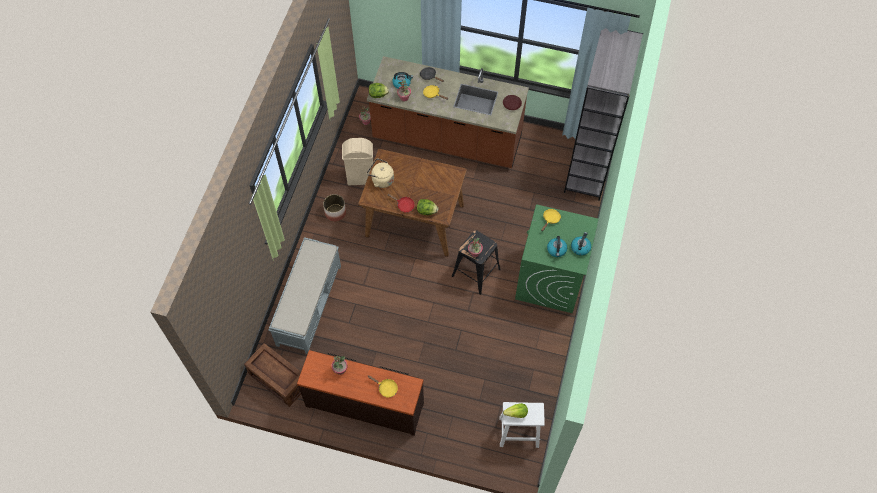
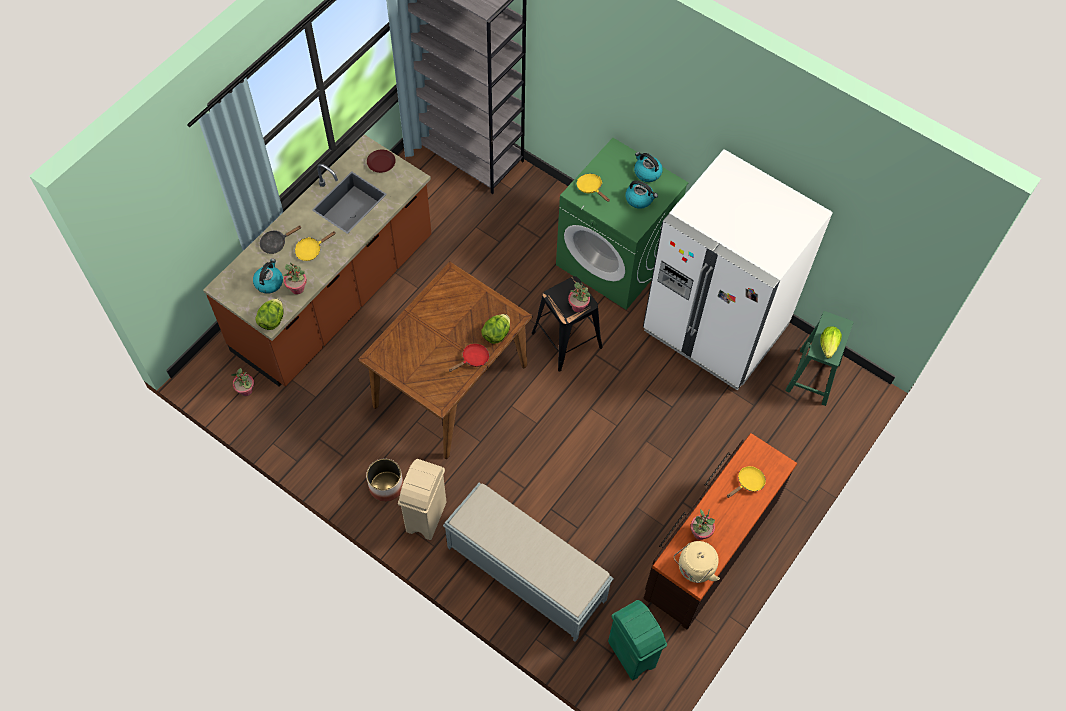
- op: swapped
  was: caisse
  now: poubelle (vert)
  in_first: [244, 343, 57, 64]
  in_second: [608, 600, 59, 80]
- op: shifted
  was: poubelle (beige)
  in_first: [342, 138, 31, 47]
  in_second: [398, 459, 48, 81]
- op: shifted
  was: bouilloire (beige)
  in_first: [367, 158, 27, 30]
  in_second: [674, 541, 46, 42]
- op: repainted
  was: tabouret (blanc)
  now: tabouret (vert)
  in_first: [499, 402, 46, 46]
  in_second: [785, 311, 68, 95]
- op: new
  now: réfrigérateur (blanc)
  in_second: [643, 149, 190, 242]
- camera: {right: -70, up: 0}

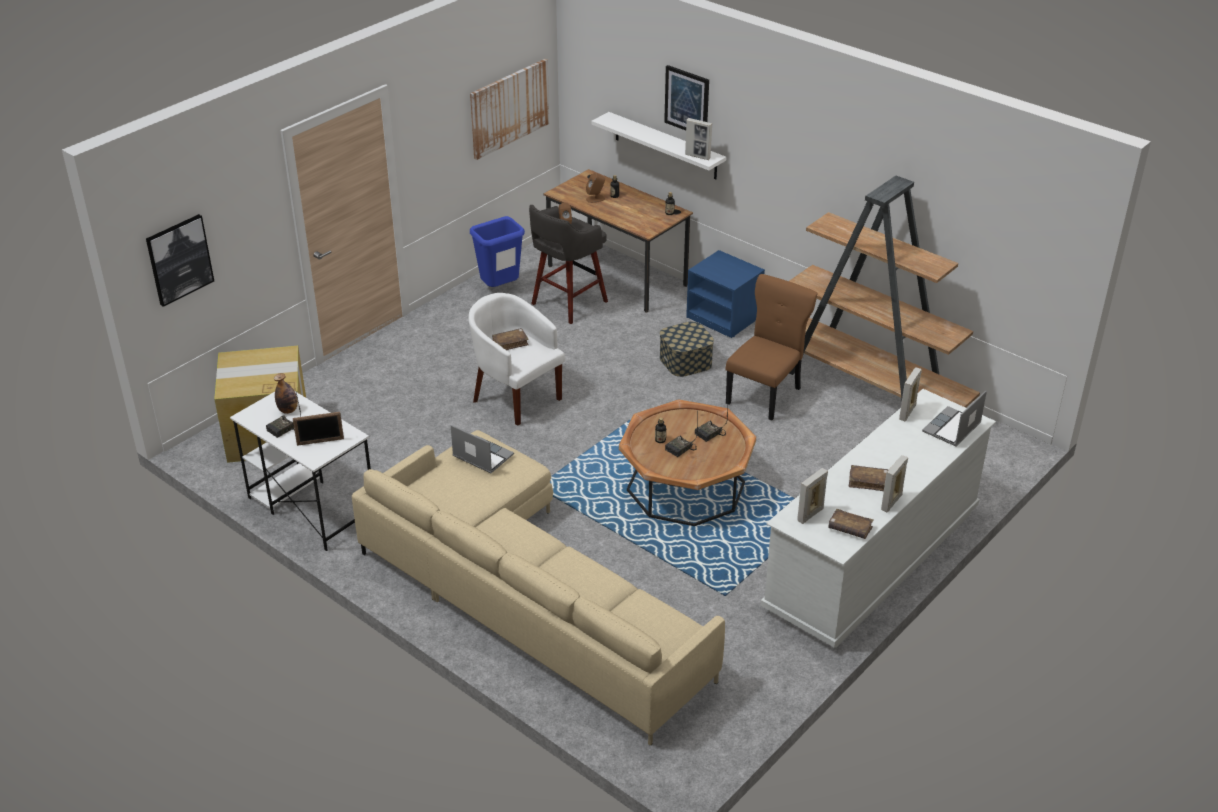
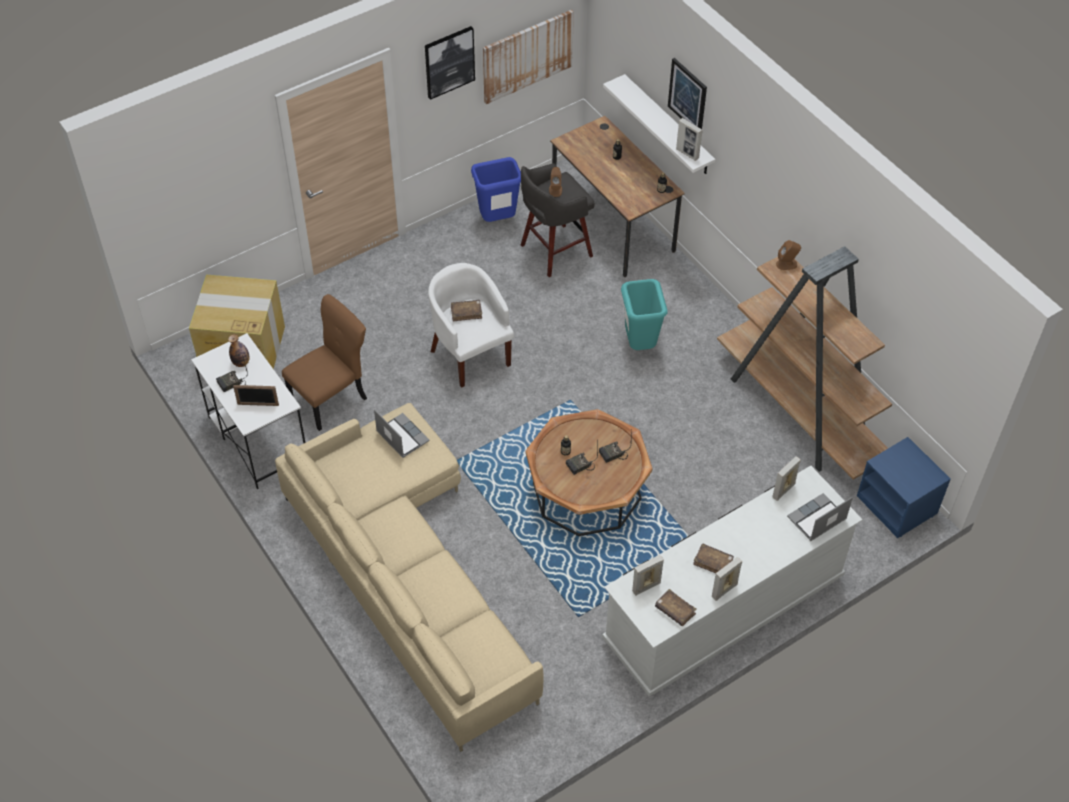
- op: shifted
  was: tableau
  in_first: [146, 214, 68, 93]
  in_second: [425, 26, 50, 74]
- op: shifted
  was: enceinte (marron)
  in_first: [586, 173, 19, 30]
  in_second: [776, 240, 25, 30]
- op: swapped
  was: boîte de rangement
  now: poubelle (turquoise)
  in_first: [660, 322, 54, 55]
  in_second: [621, 279, 47, 71]
- op: shifted
  was: table de chevet (bleu)
  in_first: [686, 250, 79, 88]
  in_second: [857, 437, 94, 102]
- op: shifted
  was: chaise (marron)
  in_first: [726, 274, 92, 147]
  in_second: [282, 294, 85, 137]
- camera: {right: 15, up: 15}

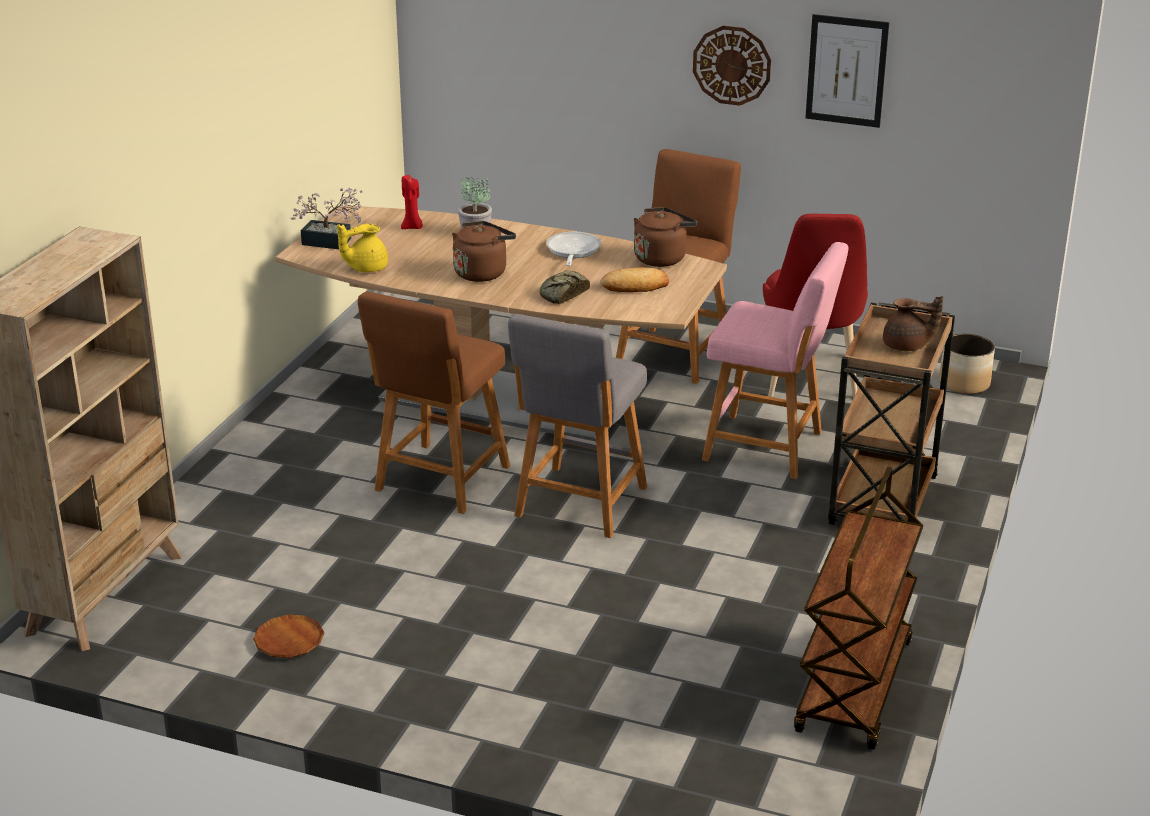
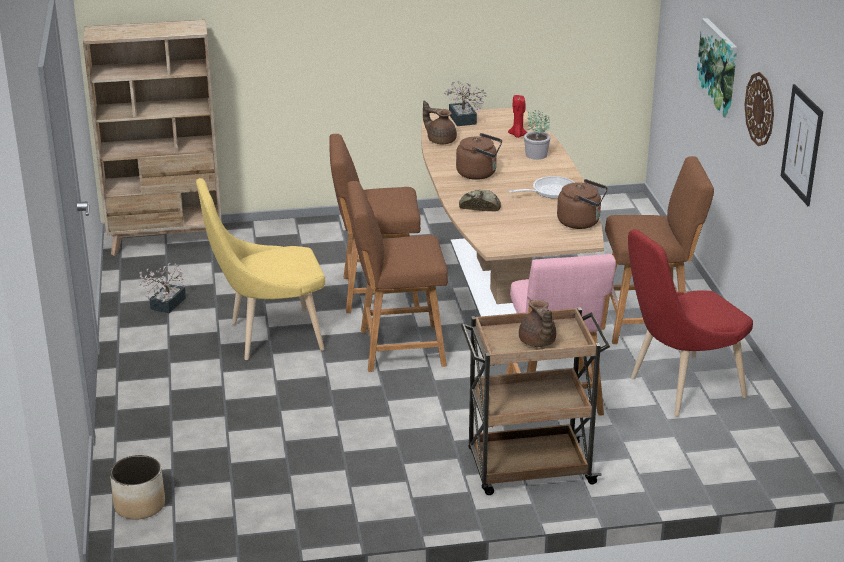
- op: swapped
  was: assiette (marron)
  now: plante en pot
  in_first: [253, 614, 72, 44]
  in_second: [139, 263, 47, 50]
- op: repainted
  was: théière (jaune)
  now: théière (marron)
  in_first: [337, 224, 51, 48]
  in_second: [423, 101, 34, 43]
- op: repainted
  was: tabouret (gris)
  now: tabouret (marron)
  in_first: [508, 314, 139, 224]
  in_second: [347, 181, 101, 191]
- op: gone
  was: pain
  in_first: [601, 267, 68, 25]
- op: gone
  was: chariot (marron)
  in_first: [794, 467, 129, 283]
- op: shifted
  was: cache-pot
  in_first: [939, 334, 56, 60]
  in_second: [110, 455, 55, 64]
- op: new
  now: chaise (jaune)
  in_second: [196, 178, 129, 182]
- op: new
  now: tableau
  in_second: [695, 18, 42, 100]
- camera: {right: 60, up: 0}

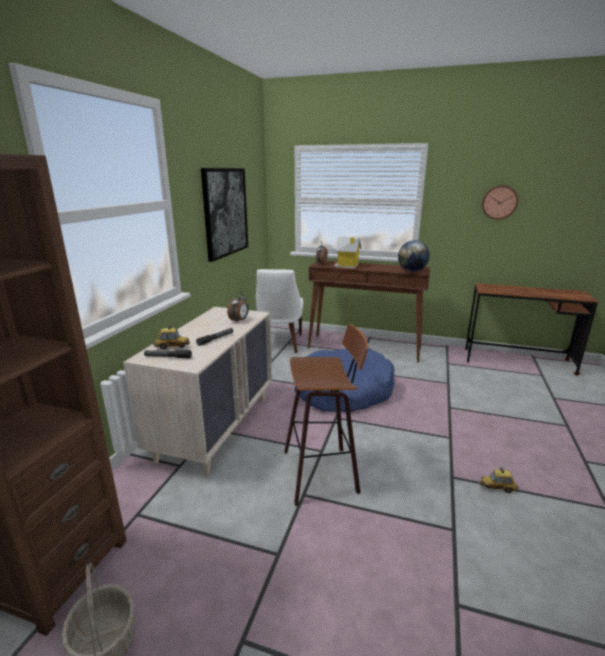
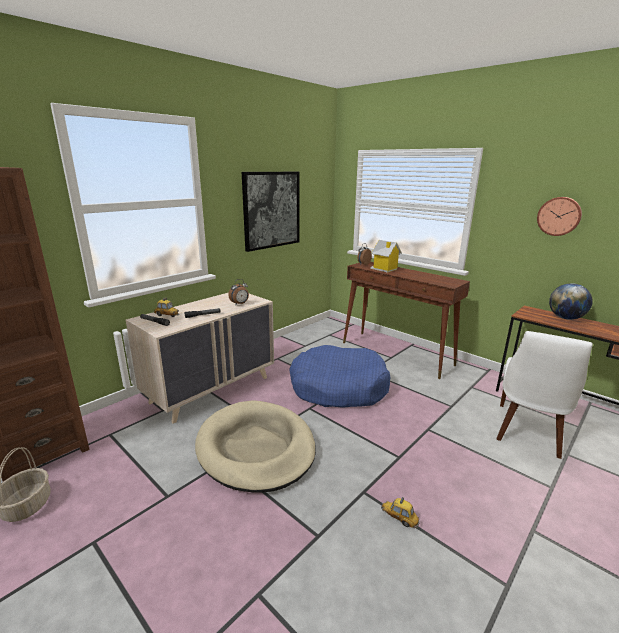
- op: shifted
  was: chaise (blanc)
  in_first: [256, 269, 47, 84]
  in_second: [496, 331, 97, 128]
- op: swapped
  was: tabouret
  now: panier pour chien (beige)
  in_first: [284, 324, 85, 182]
  in_second: [195, 400, 121, 93]
- op: shifted
  was: globe
  in_first: [398, 240, 32, 32]
  in_second: [549, 283, 44, 37]
- camera: {right: 25, up: 0}

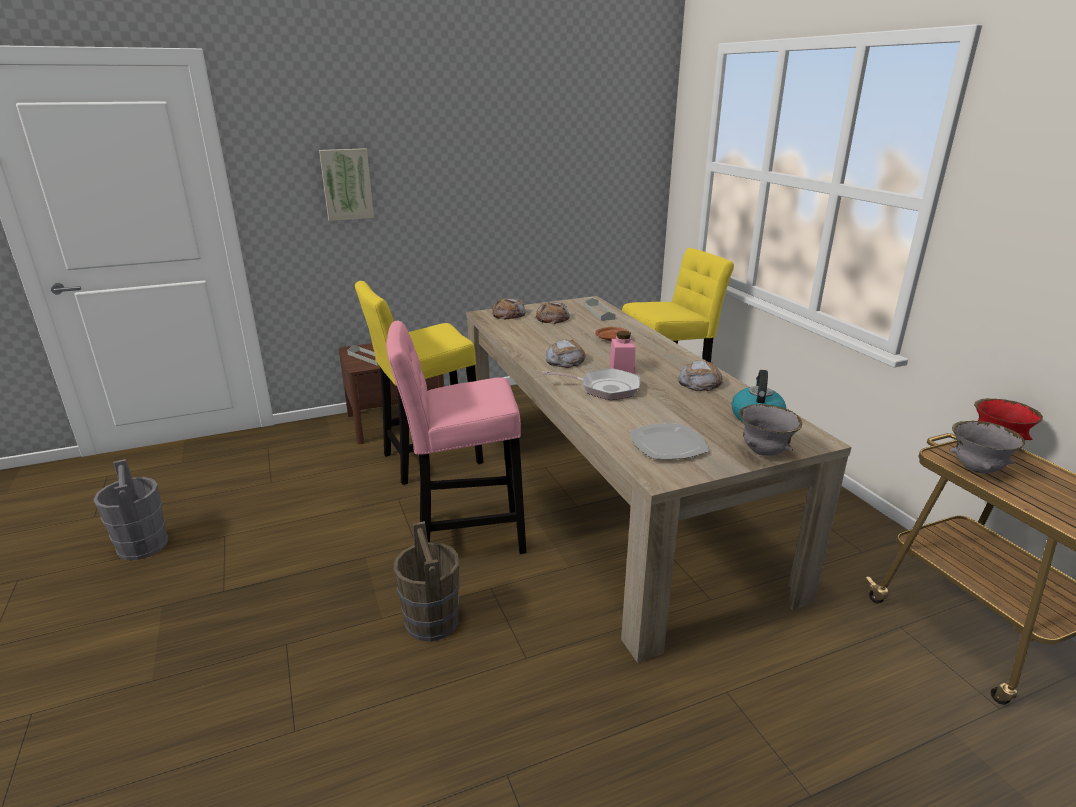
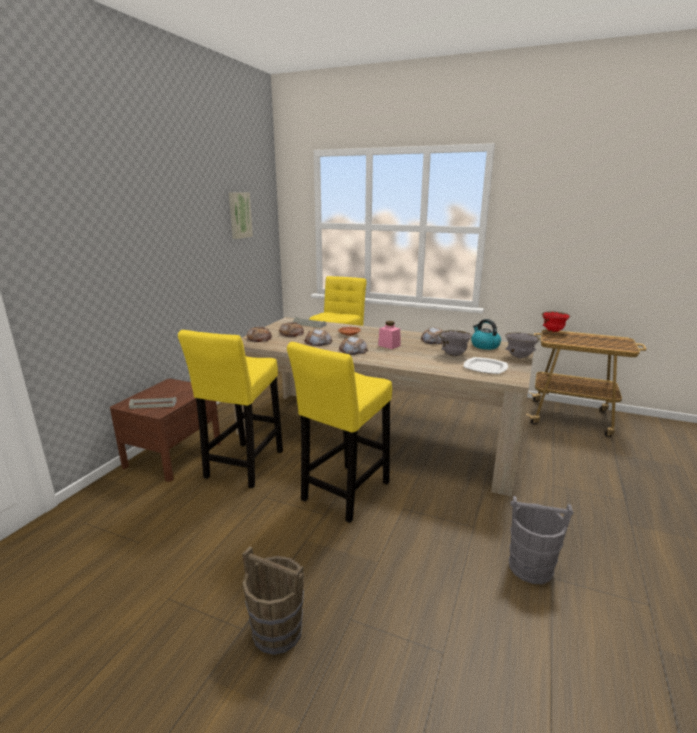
- op: shifted
  was: seau (gris)
  in_first: [93, 459, 76, 101]
  in_second: [509, 496, 64, 88]
- op: shifted
  was: tableau
  in_first: [319, 148, 55, 73]
  in_second: [229, 192, 24, 47]
- op: repainted
  was: tabouret (rose)
  now: tabouret (jaune)
  in_first: [386, 321, 141, 233]
  in_second: [287, 342, 105, 181]
- op: shifted
  was: seau (marron)
  in_first: [394, 521, 65, 121]
  in_second: [242, 546, 62, 109]
- op: gone
  was: poêle
  in_first: [542, 368, 98, 32]
- op: shifted
  was: bol (gris)
  in_first: [949, 421, 76, 52]
  in_second: [439, 330, 33, 26]
- op: new
  now: pain
  in_second: [304, 329, 29, 17]
- camera: {right: -45, up: -5}

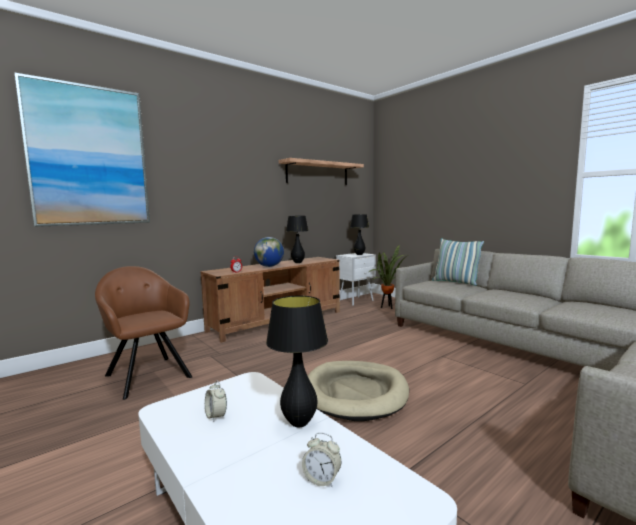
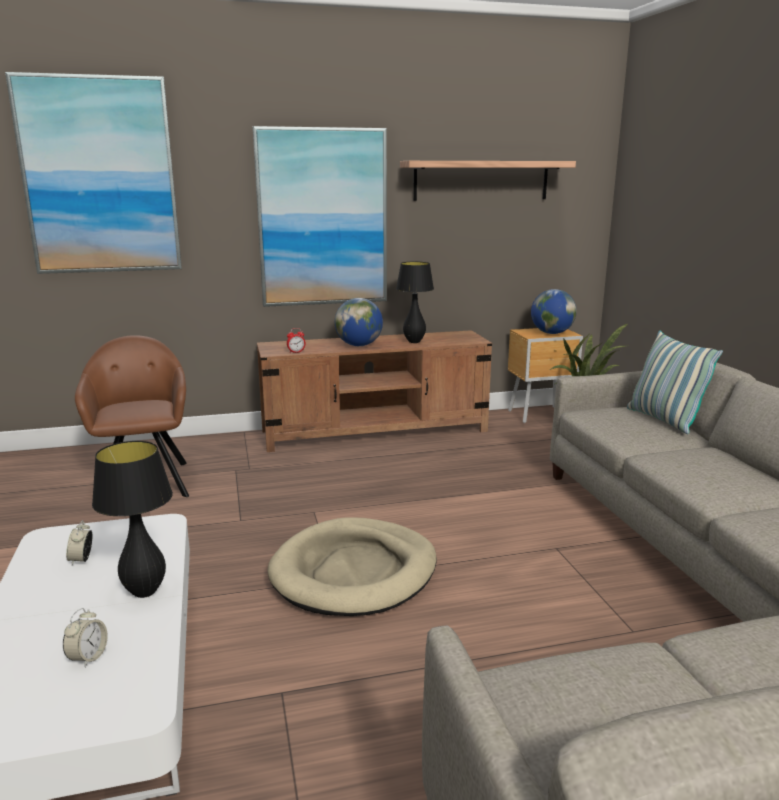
- op: rotated
  was: réveil
  in_first: [302, 433, 39, 54]
  in_second: [63, 608, 45, 60]
  clockwise: -120
- op: repainted
  was: table de chevet (blanc)
  now: table de chevet (marron)
  in_first: [336, 253, 40, 53]
  in_second: [508, 328, 75, 95]
- op: swapped
  was: lampe de table (noir)
  now: globe
  in_first: [350, 214, 19, 41]
  in_second: [531, 289, 46, 45]
- op: new
  now: tableau
  in_second: [253, 126, 134, 181]
- camera: {right: 25, up: 10}

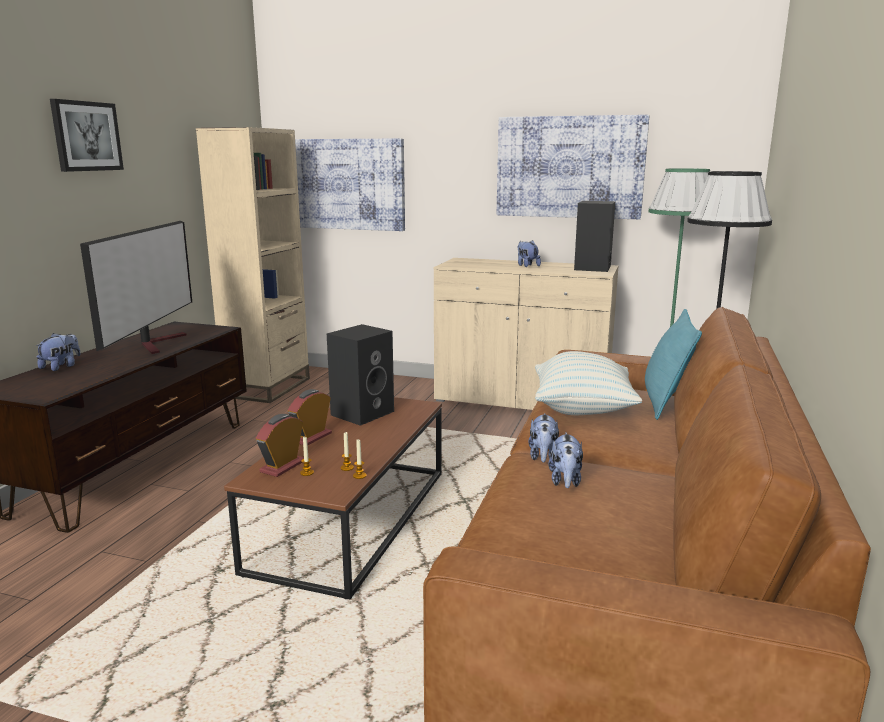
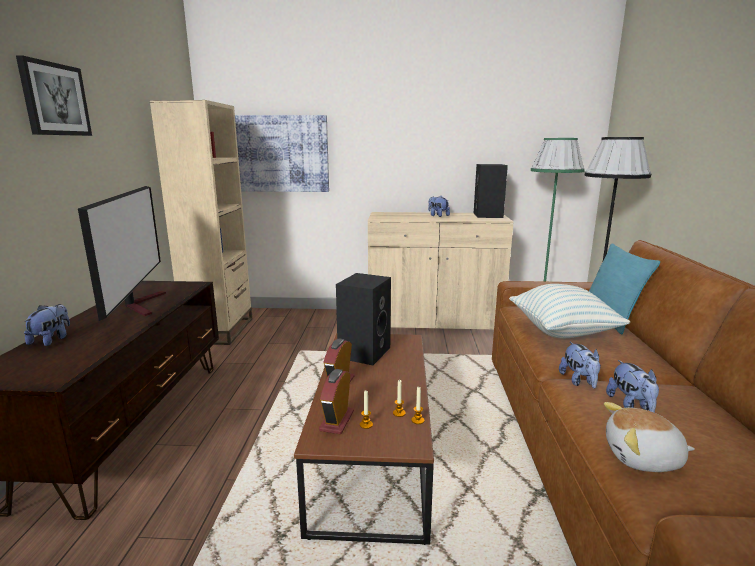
- op: gone
  was: tableau
  in_first: [497, 115, 152, 104]
- op: new
  now: peluche
  in_second: [604, 402, 91, 70]
- camera: {right: -15, up: 0}

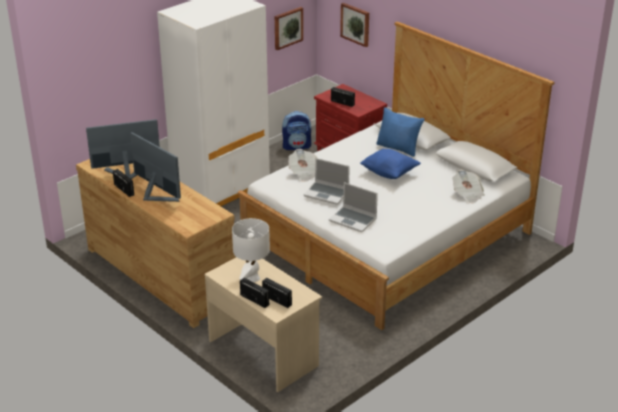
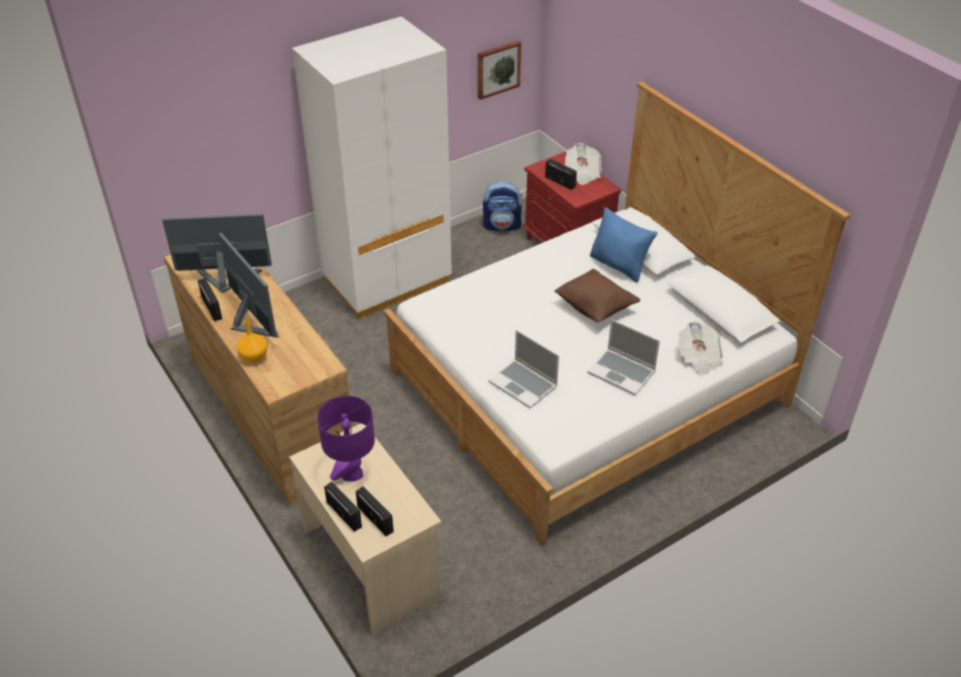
- op: repainted
  was: lampe de table (blanc)
  now: lampe de table (violet)
  in_first: [232, 218, 38, 64]
  in_second: [317, 396, 58, 86]
- op: shifted
  was: journal
  in_first: [288, 149, 29, 33]
  in_second: [565, 143, 37, 42]
- op: shifted
  was: ordinateur portable
  in_first: [304, 158, 46, 47]
  in_second: [588, 319, 72, 76]
- op: gone
  was: tableau
  in_first: [340, 3, 29, 44]
- op: repainted
  was: coussin (bleu)
  now: coussin (marron)
  in_first: [360, 149, 61, 30]
  in_second: [554, 269, 87, 53]
- op: new
  now: vase (orange)
  in_second: [237, 320, 30, 43]
- camera: {right: 10, up: 10}

